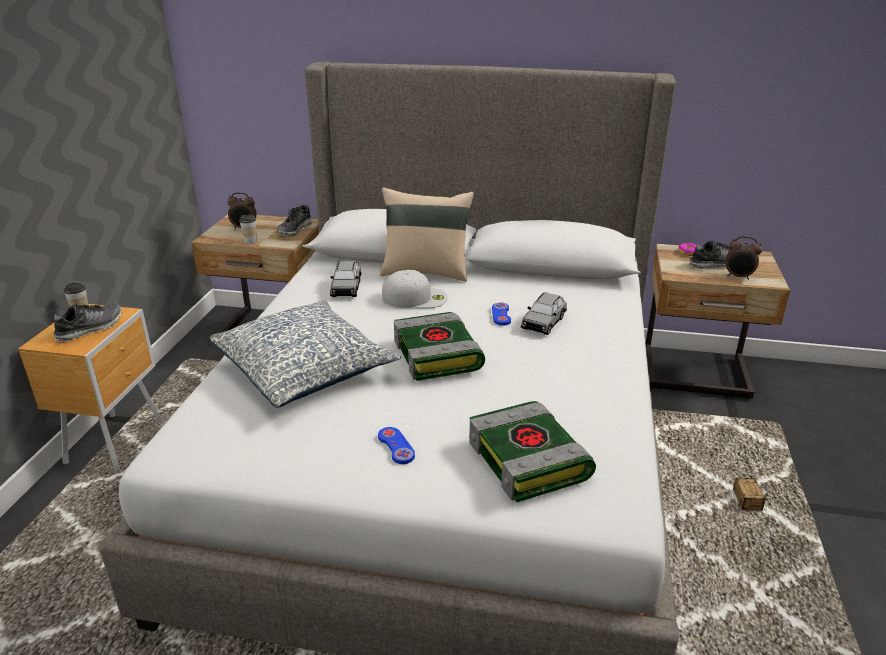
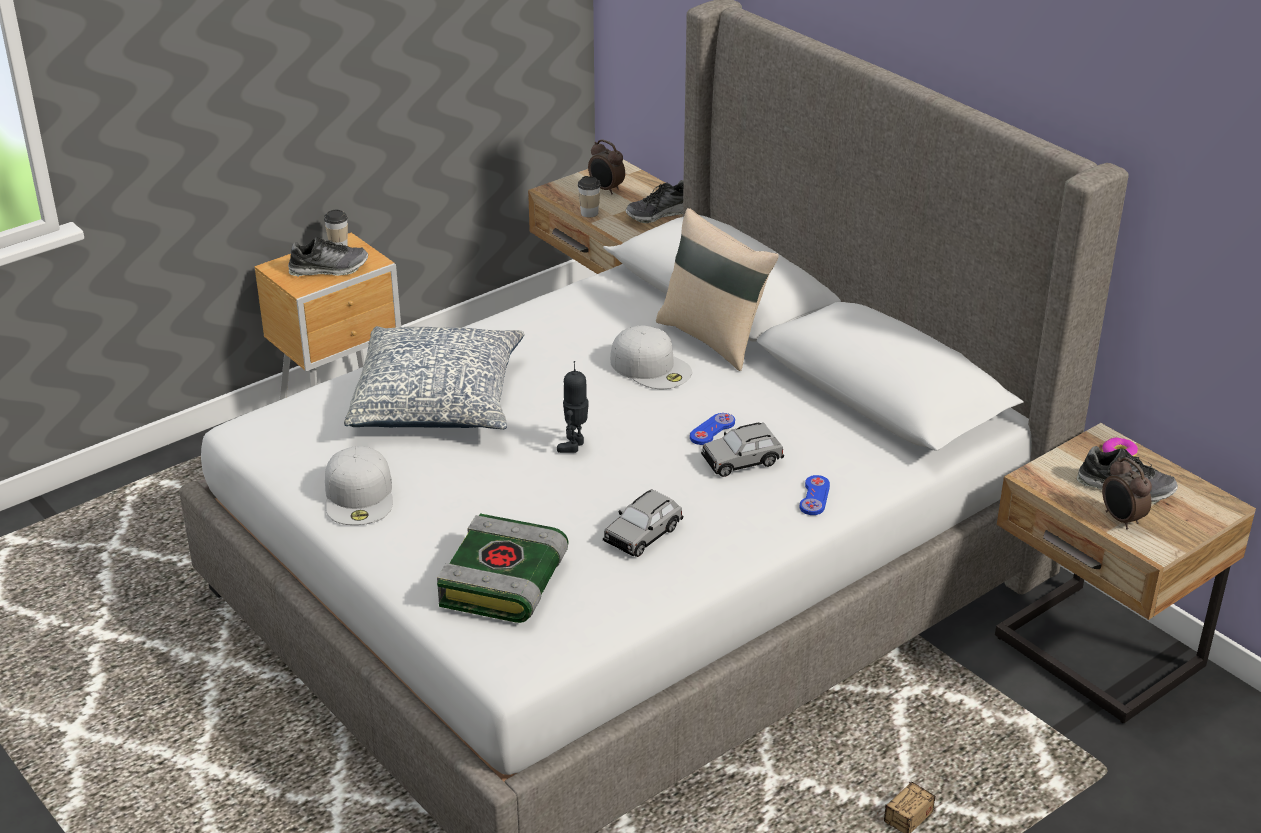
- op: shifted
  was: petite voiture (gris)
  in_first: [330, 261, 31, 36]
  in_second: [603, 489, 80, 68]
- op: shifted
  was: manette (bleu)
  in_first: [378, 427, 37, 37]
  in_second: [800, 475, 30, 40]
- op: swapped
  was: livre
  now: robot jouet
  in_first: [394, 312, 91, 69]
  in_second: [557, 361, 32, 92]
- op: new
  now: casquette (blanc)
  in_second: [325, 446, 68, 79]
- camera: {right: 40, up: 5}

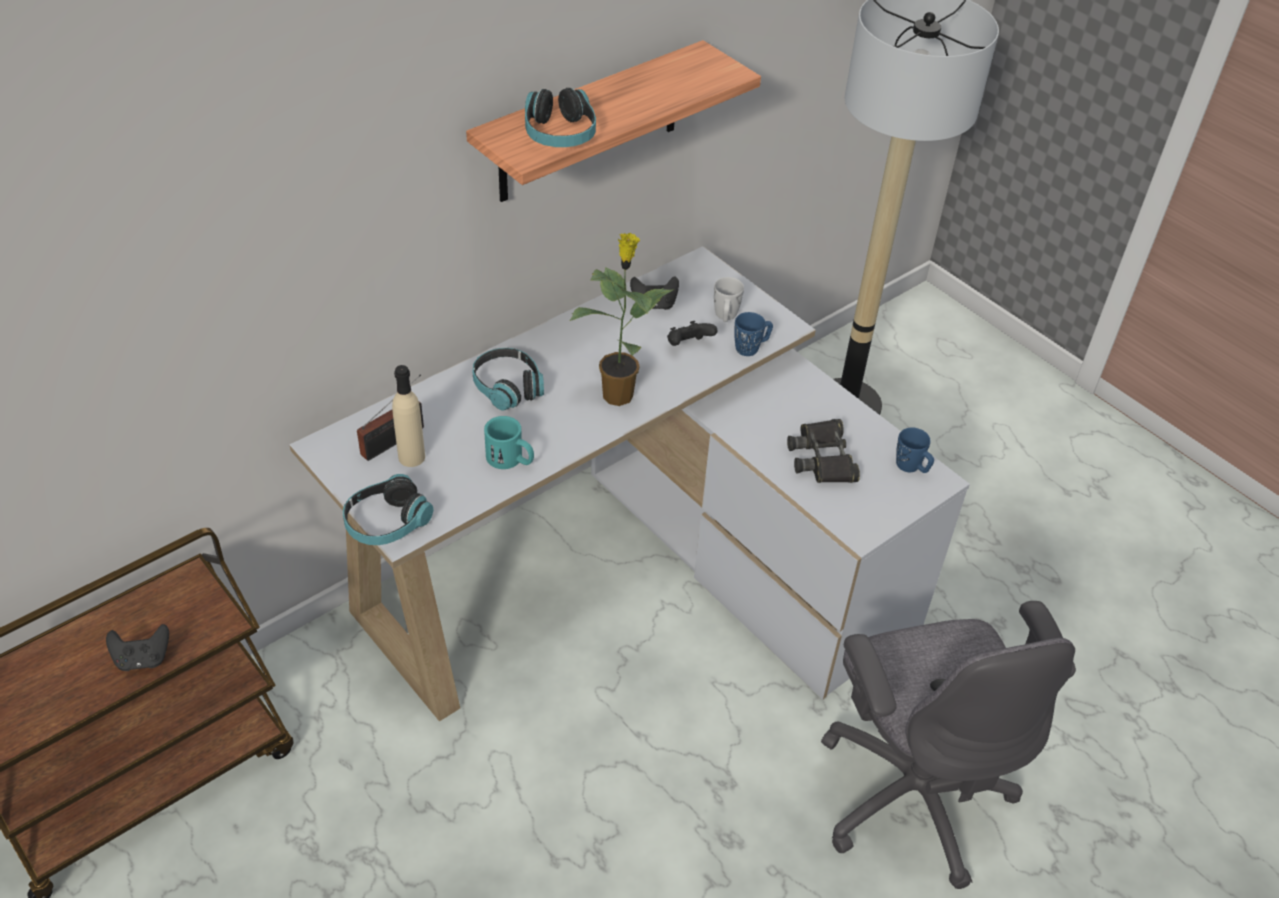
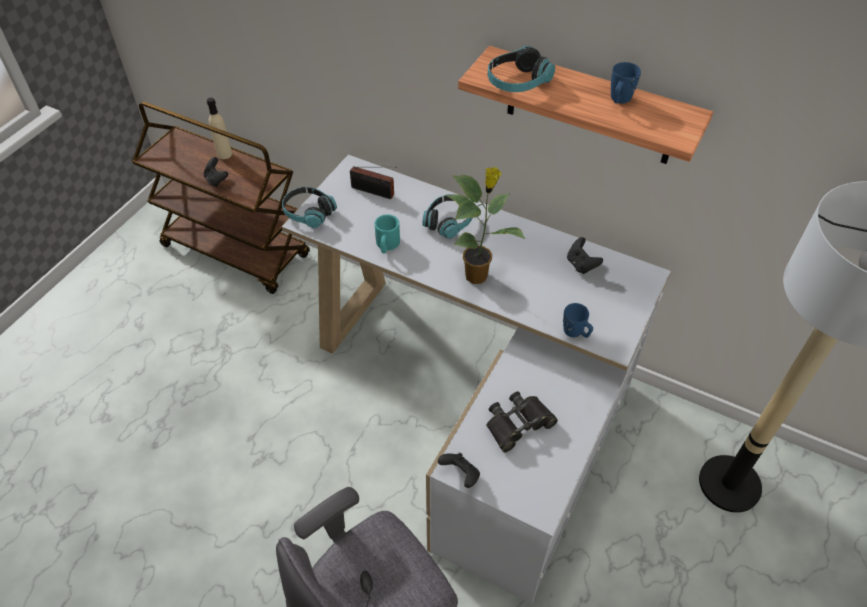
- op: shifted
  was: bouteille (beige)
  in_first: [392, 365, 33, 102]
  in_second: [207, 98, 25, 61]
- op: shifted
  was: manette (noir)
  in_first: [667, 321, 51, 25]
  in_second: [438, 453, 42, 35]
- op: gone
  was: mug (blanc)
  in_first: [714, 277, 30, 45]
- op: shifted
  was: mug (bleu)
  in_first: [896, 428, 38, 45]
  in_second: [611, 62, 30, 42]
- camera: {right: 70, up: 5}

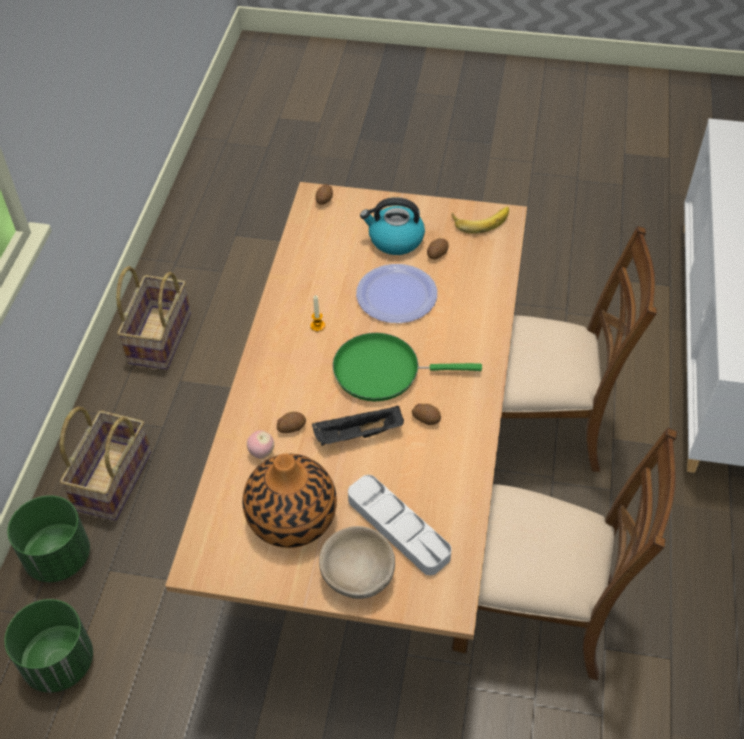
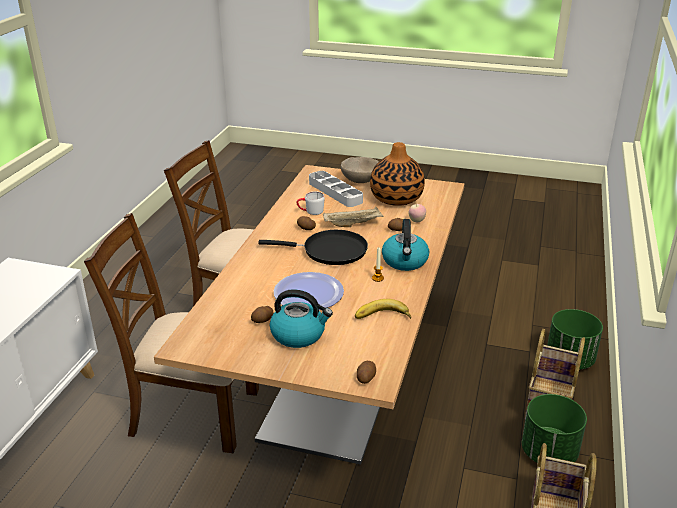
- op: shifted
  was: cache-pot (vert)
  in_first: [4, 599, 89, 94]
  in_second: [522, 394, 65, 69]
- op: repainted
  was: plateau (noir)
  now: plateau (beige)
  in_first: [312, 405, 92, 41]
  in_second: [323, 207, 61, 20]
- op: repainted
  was: poêle (vert)
  now: poêle (noir)
  in_first: [333, 333, 149, 68]
  in_second: [258, 230, 110, 35]
- op: shifted
  was: banane
  in_first: [452, 207, 57, 27]
  in_second: [355, 299, 56, 20]
- op: new
  now: mug (blanc)
  in_second: [296, 192, 29, 23]
- op: new
  now: bouilloire
  in_second: [382, 219, 47, 52]
- camera: {right: -175, up: -20}

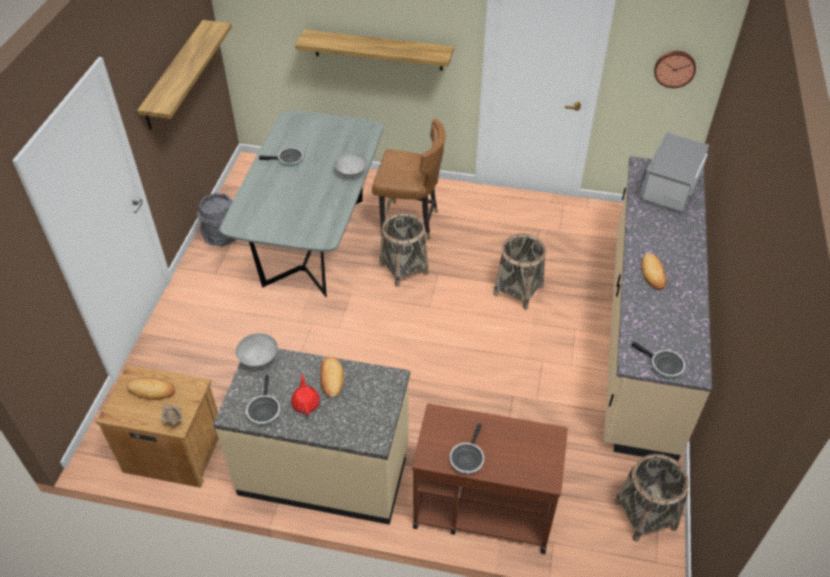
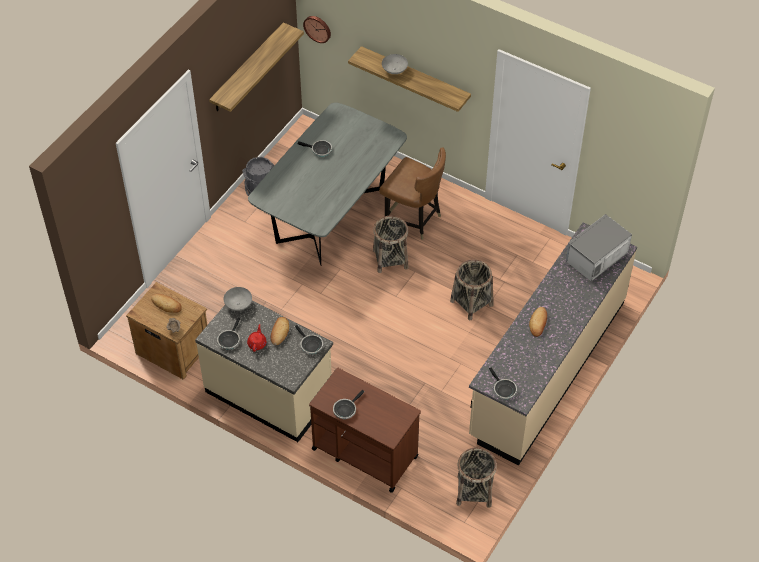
- op: shifted
  was: bol (gris)
  in_first: [334, 153, 33, 24]
  in_second: [382, 54, 26, 20]
- op: shifted
  was: horloge murale
  in_first: [654, 51, 42, 37]
  in_second: [303, 16, 28, 27]
- op: new
  now: poêle
  in_second: [295, 325, 28, 29]
- camera: {right: 20, up: 5}

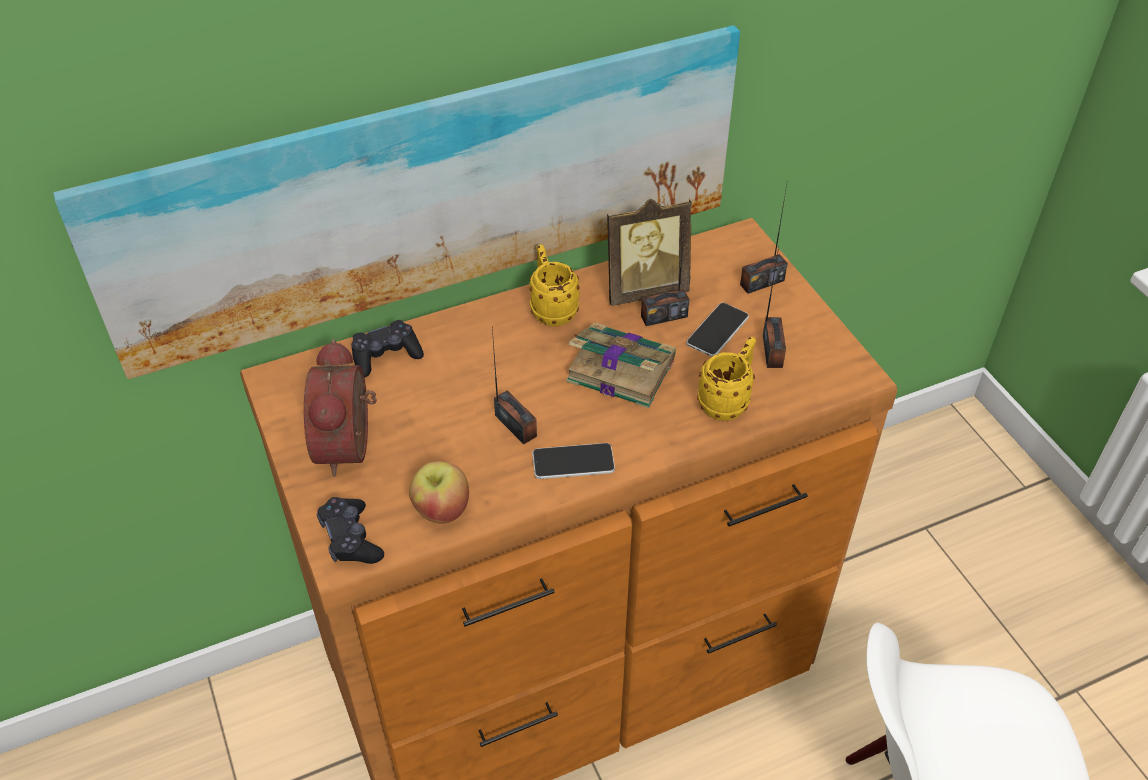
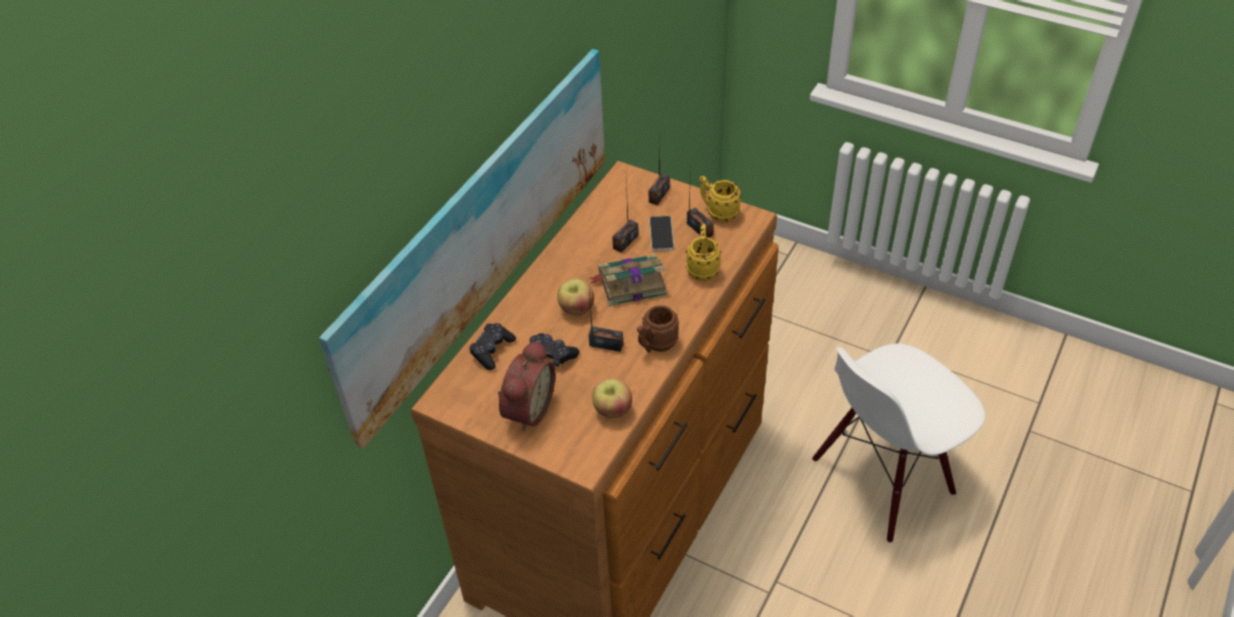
- op: rotated
  was: réveil
  in_first: [304, 339, 73, 138]
  in_second: [498, 340, 57, 92]
  clockwise: -120
- op: shifted
  was: manette (noir)
  in_first: [317, 497, 67, 67]
  in_second: [530, 333, 49, 34]
- op: shifted
  was: mug (jaune)
  in_first: [529, 244, 51, 82]
  in_second: [699, 176, 42, 46]
- op: swapped
  was: téléphone
  now: mug (marron)
  in_first: [532, 443, 83, 36]
  in_second: [637, 305, 42, 47]
- op: gone
  was: cadre photo
  in_first: [607, 199, 85, 107]
- op: new
  now: pomme
  in_second: [557, 278, 37, 37]
- camera: {right: -35, up: 0}

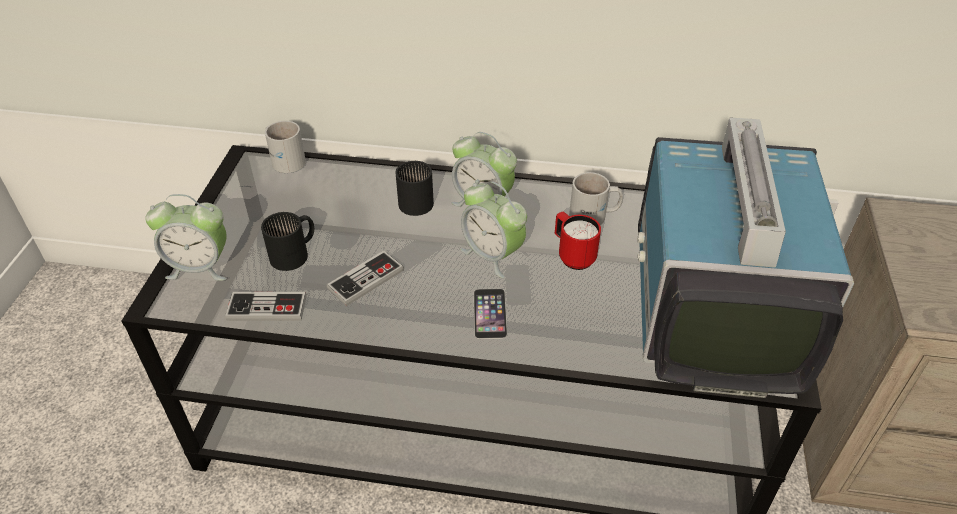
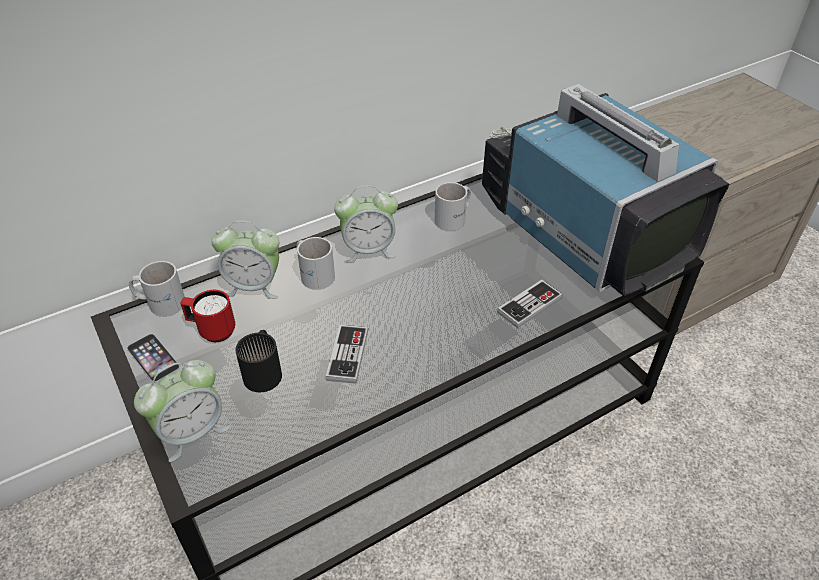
- op: shifted
  was: manette
  in_first: [225, 292, 82, 29]
  in_second: [497, 280, 66, 48]
- op: repainted
  was: mug (noir)
  now: mug (blanc)
  in_first: [396, 161, 38, 55]
  in_second: [297, 237, 38, 53]
- op: shifted
  was: réveil
  in_first: [460, 181, 67, 98]
  in_second: [211, 221, 68, 78]
- op: shifted
  was: téléphone
  in_first: [474, 289, 33, 50]
  in_second: [127, 334, 53, 48]
- op: shifted
  was: mug (rouge)
  in_first: [555, 212, 46, 58]
  in_second: [180, 290, 55, 52]
- camera: {right: -40, up: 0}

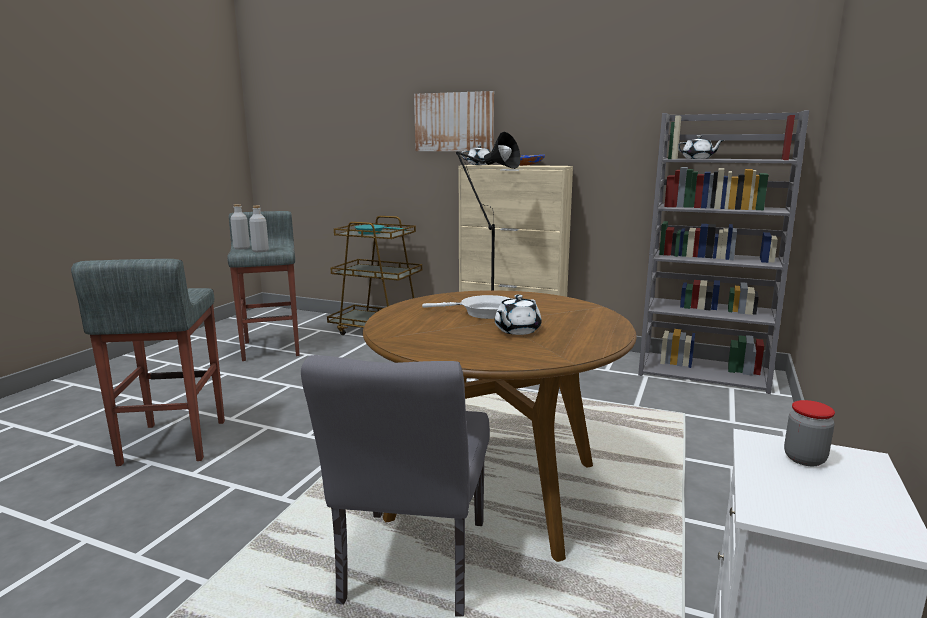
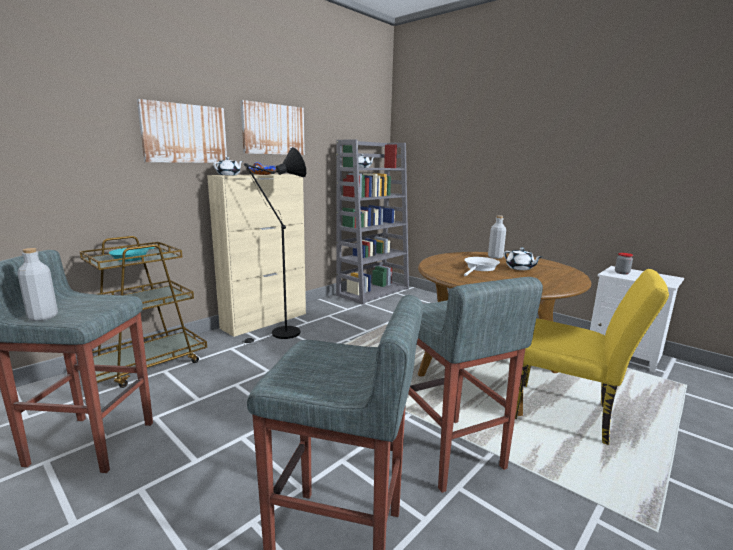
- op: shifted
  was: bouteille (gris)
  in_first: [249, 206, 20, 46]
  in_second: [488, 215, 18, 44]
- op: repainted
  was: chaise (gris)
  now: chaise (jaune)
  in_first: [301, 355, 189, 261]
  in_second: [515, 269, 154, 176]
- op: new
  now: tableau
  in_second: [240, 100, 65, 55]
- op: new
  now: tabouret (gris)
  in_second: [405, 277, 138, 216]
- camera: {right: -70, up: 0}

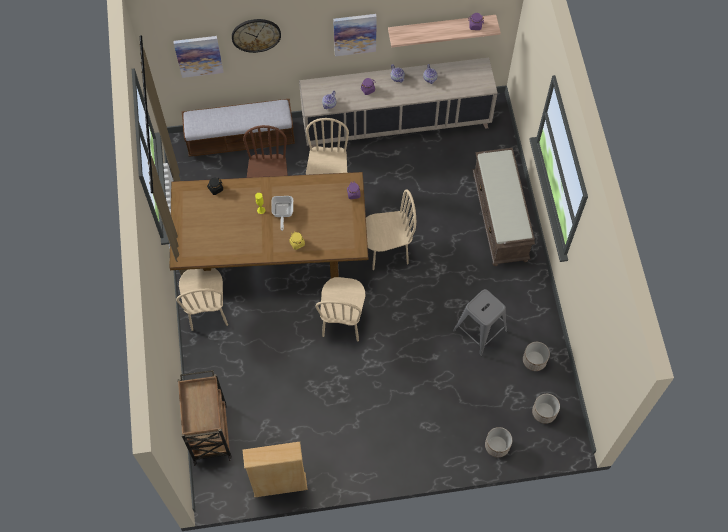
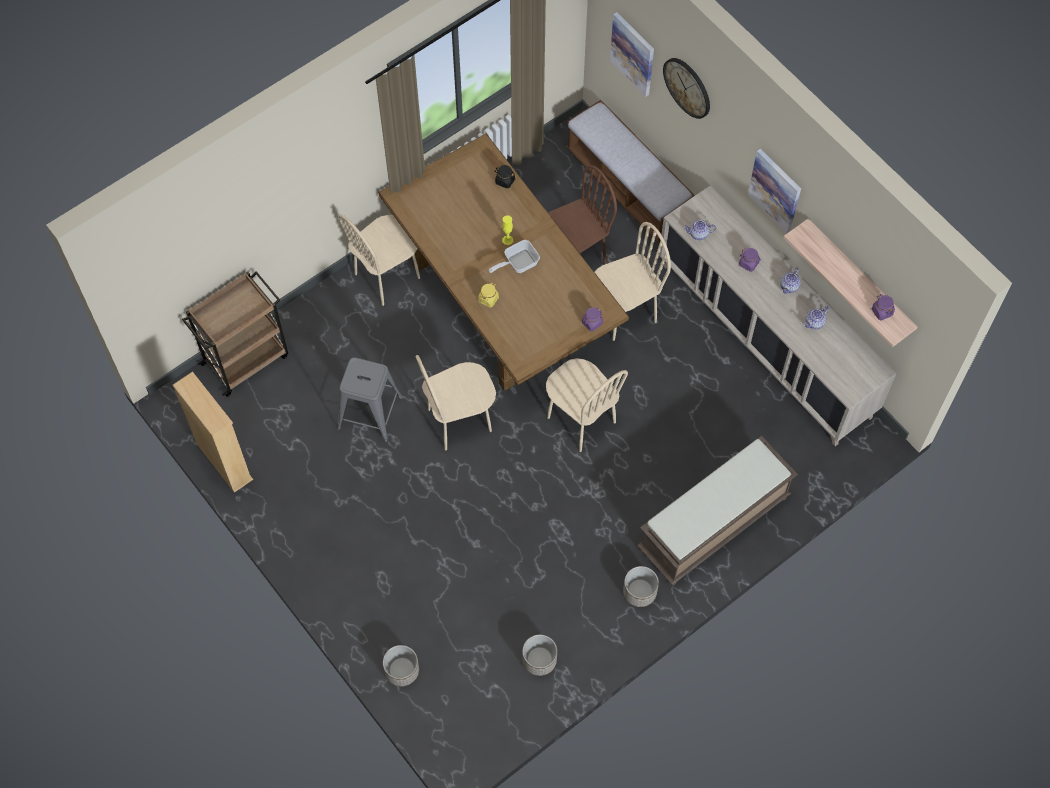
- op: shifted
  was: tabouret (gris)
  in_first: [453, 289, 54, 67]
  in_second: [337, 358, 65, 84]
- op: shifted
  was: cache-pot
  in_first: [532, 394, 28, 30]
  in_second: [623, 566, 36, 41]
- camera: {right: 60, up: 0}

